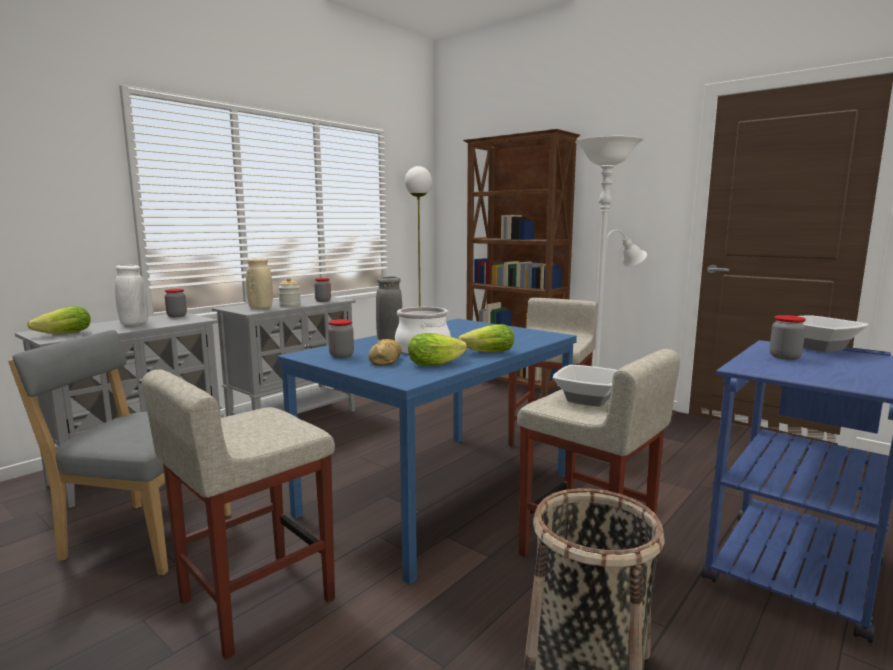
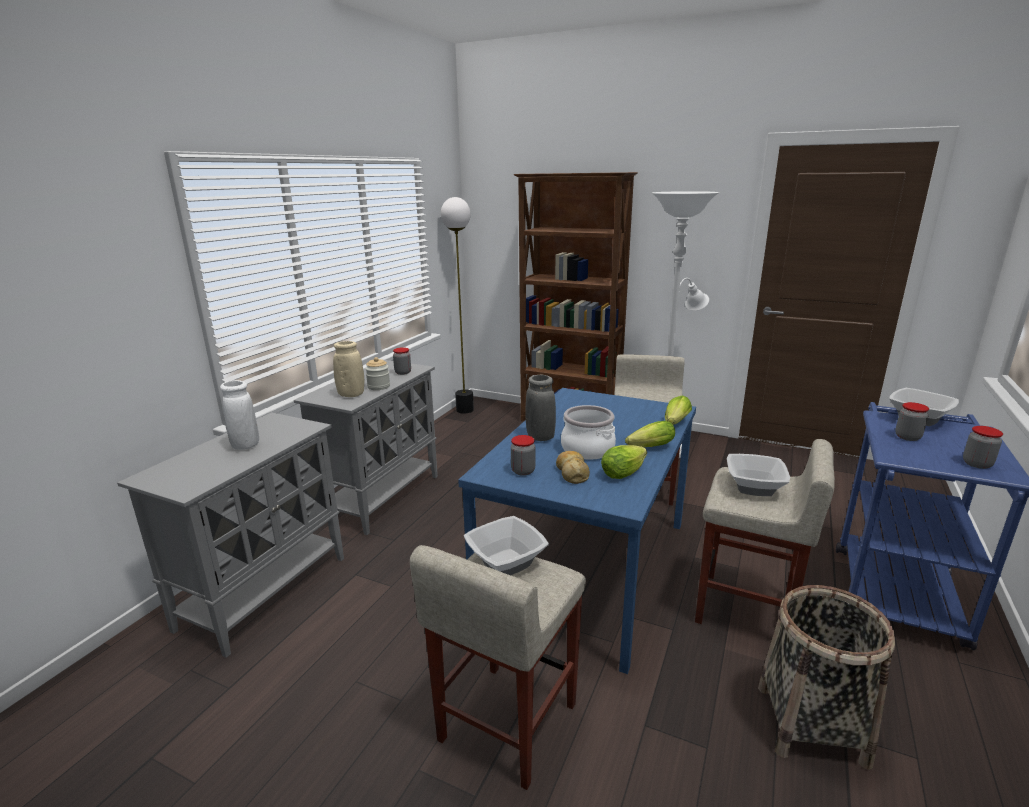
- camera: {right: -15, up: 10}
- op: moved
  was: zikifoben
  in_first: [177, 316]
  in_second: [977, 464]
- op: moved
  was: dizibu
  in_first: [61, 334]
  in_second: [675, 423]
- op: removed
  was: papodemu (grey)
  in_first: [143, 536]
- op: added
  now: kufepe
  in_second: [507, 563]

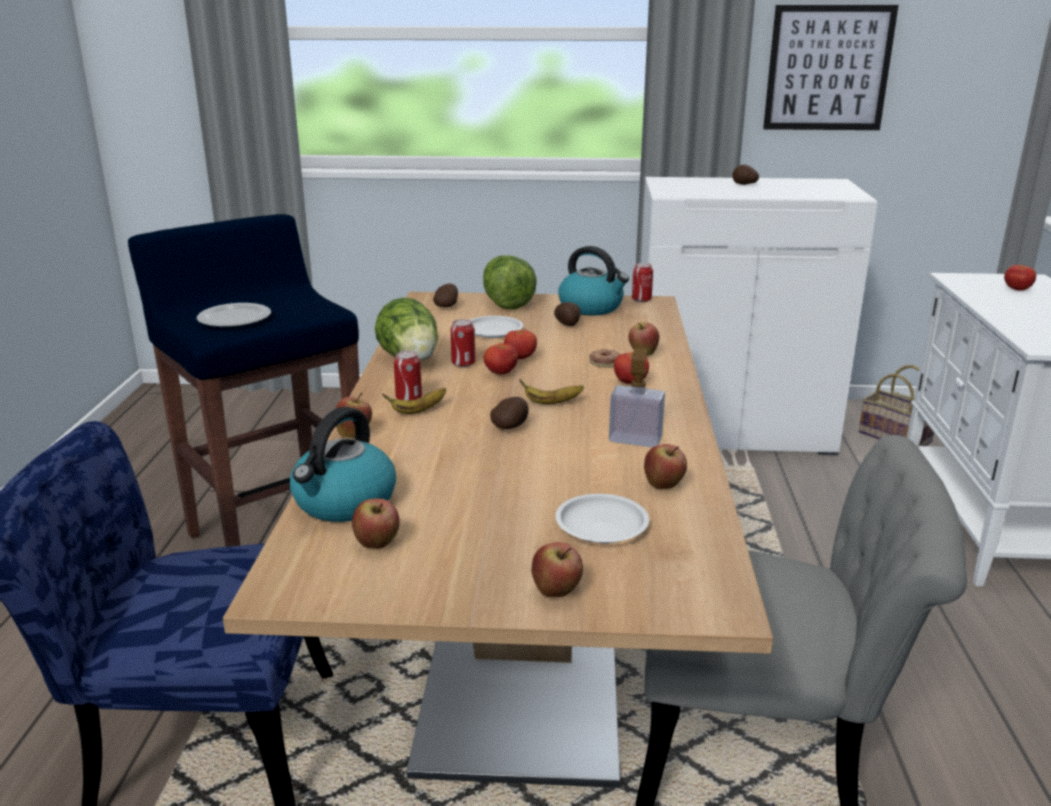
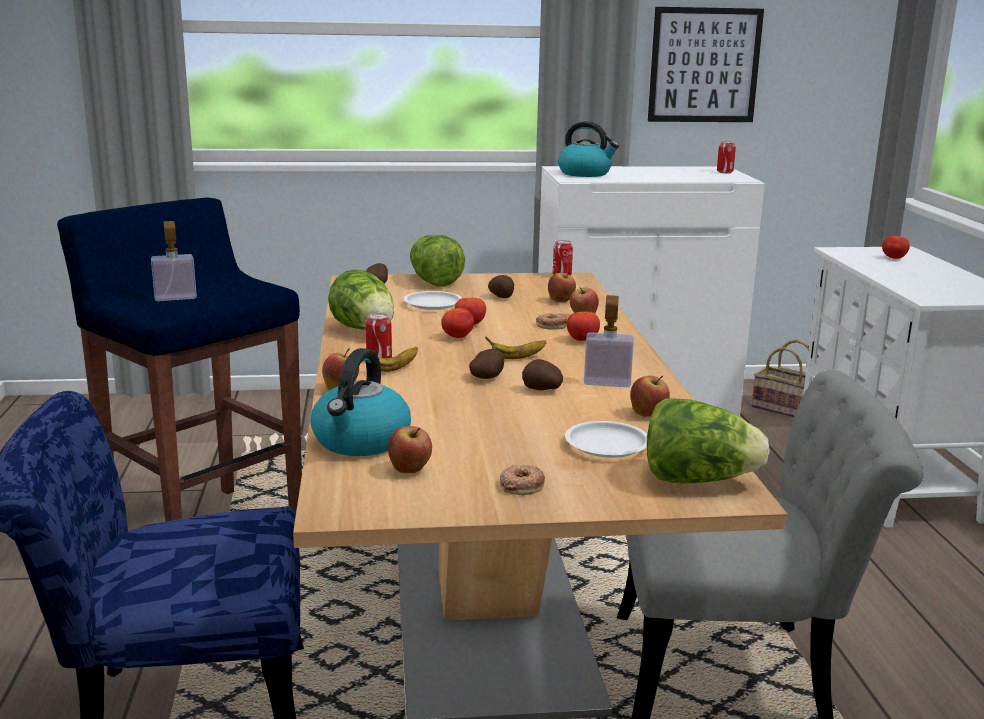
- camera: {right: -10, up: -5}
- op: moved
  was: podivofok
  in_first: [744, 184]
  in_second: [542, 389]
- op: moved
  was: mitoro
  in_first: [592, 307]
  in_second: [585, 173]
- op: replaced
  was: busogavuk
  now: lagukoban
  in_first: [233, 319]
  in_second: [175, 297]
- op: moved
  was: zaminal
  in_first: [463, 363]
  in_second: [724, 172]
- op: moved
  was: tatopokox
  in_first: [556, 592]
  in_second: [561, 301]
- op: added
  now: dizibu
  in_second: [697, 480]
- op: added
  now: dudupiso
  in_second: [521, 485]

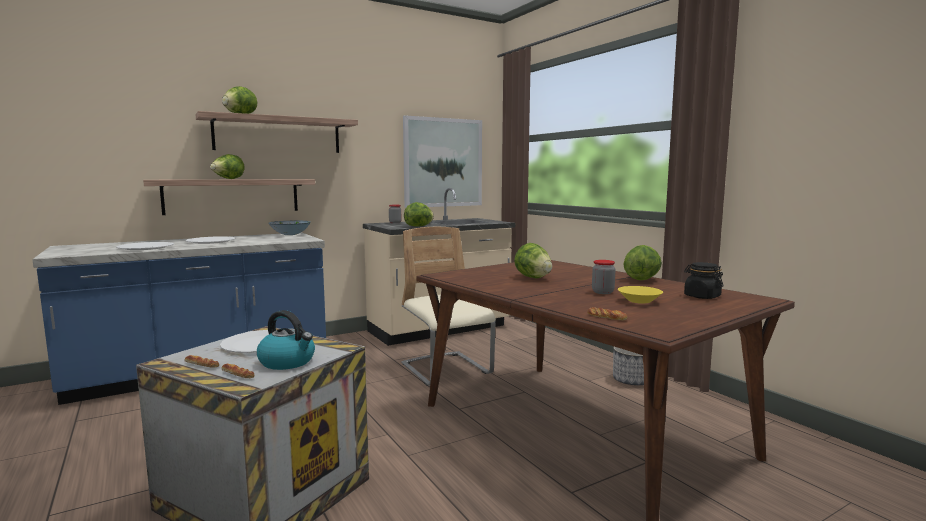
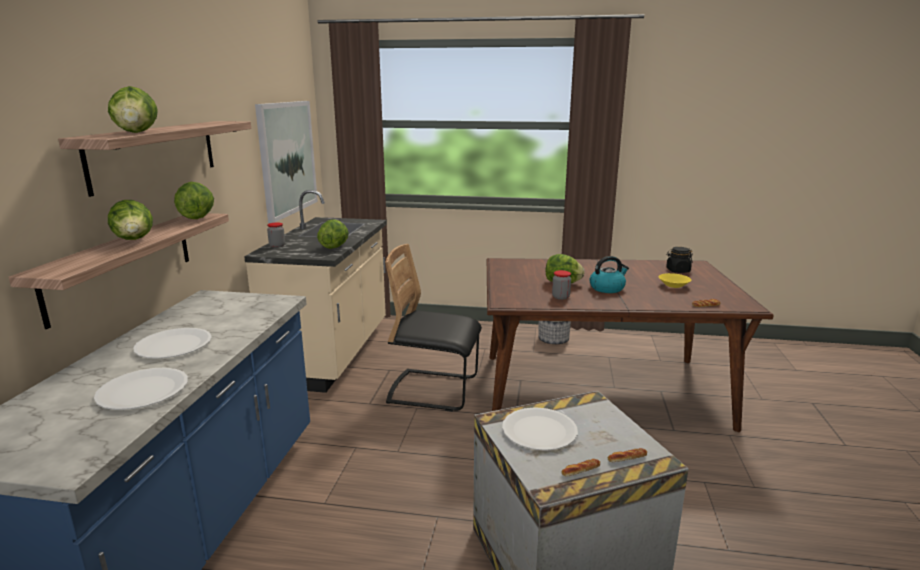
- camera: {right: -50, up: 10}
- op: removed
  was: kufepe
  in_first: [290, 234]
- op: recoloured
  was: papodemu (beige)
  now: papodemu (black)
  in_first: [446, 370]
  in_second: [433, 391]
- op: moved
  was: dizibu
  in_first: [641, 279]
  in_second: [197, 218]
- op: moved
  was: zikifoben
  in_first: [602, 292]
  in_second: [560, 297]
- op: moved
  was: mitoro
  in_first: [288, 362]
  in_second: [607, 288]

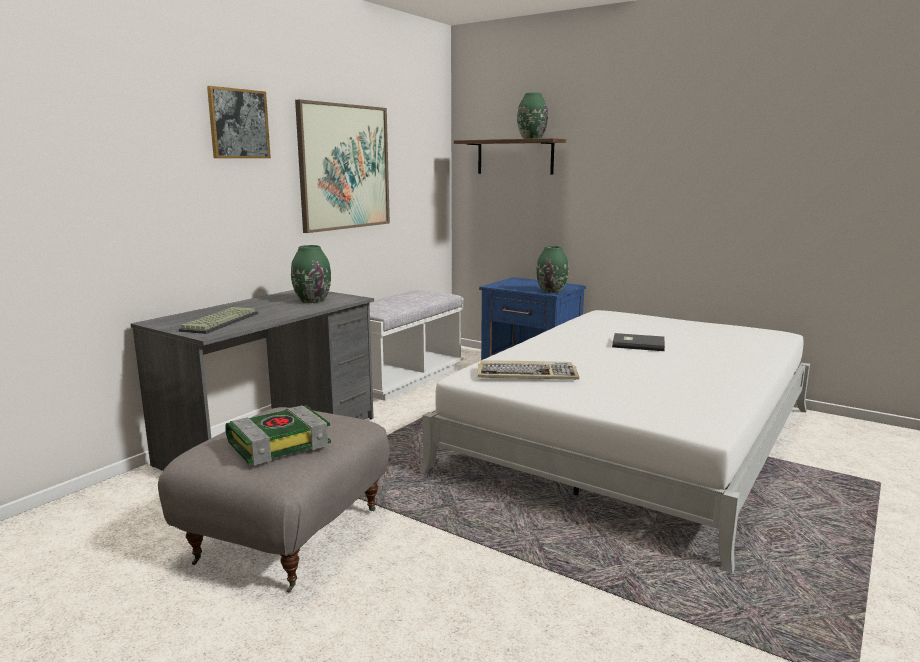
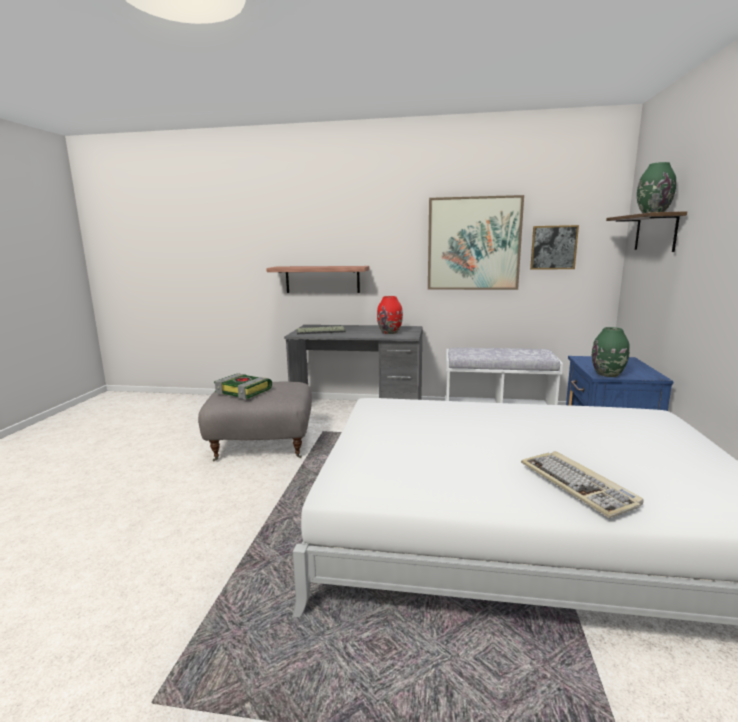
- camera: {right: 65, up: 0}
- op: moved
  was: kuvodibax
  in_first: [238, 124]
  in_second: [553, 247]
- op: recoloured
  was: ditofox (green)
  now: ditofox (red)
  in_first: [312, 300]
  in_second: [390, 332]
- op: removed
  was: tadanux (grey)
  in_first: [637, 344]
- op: moved
  was: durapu
  in_first: [527, 374]
  in_second: [578, 485]
- op: added
  now: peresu
  in_second: [322, 279]

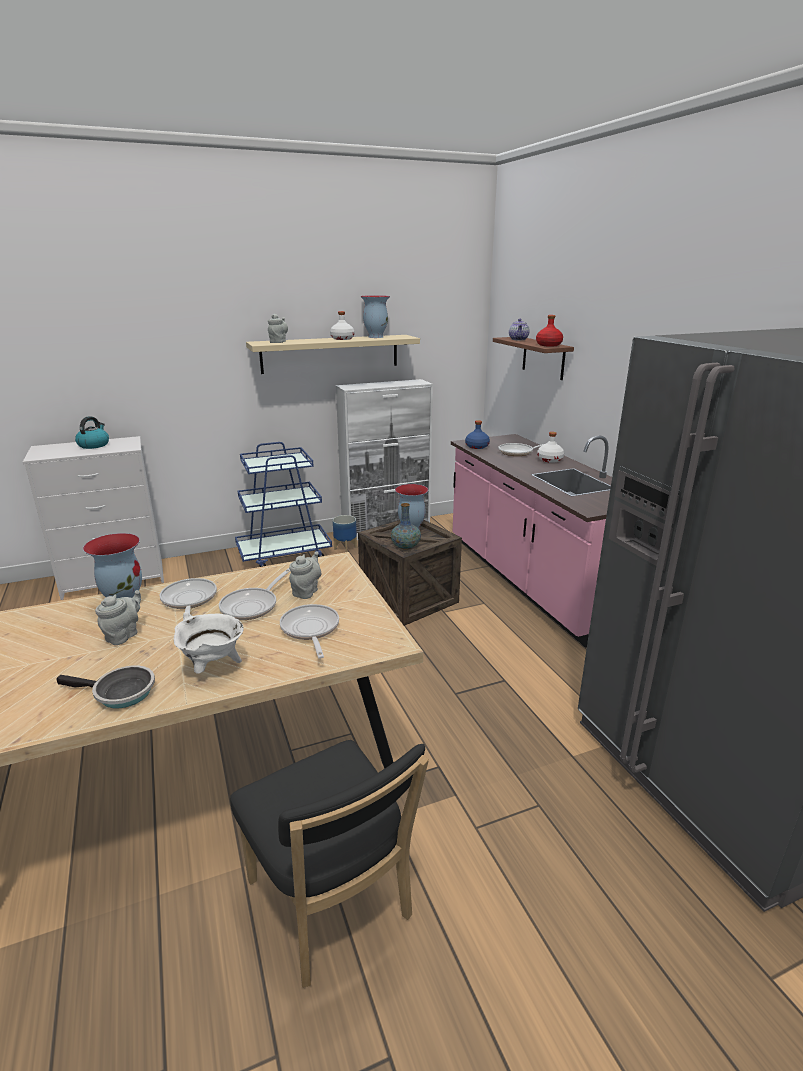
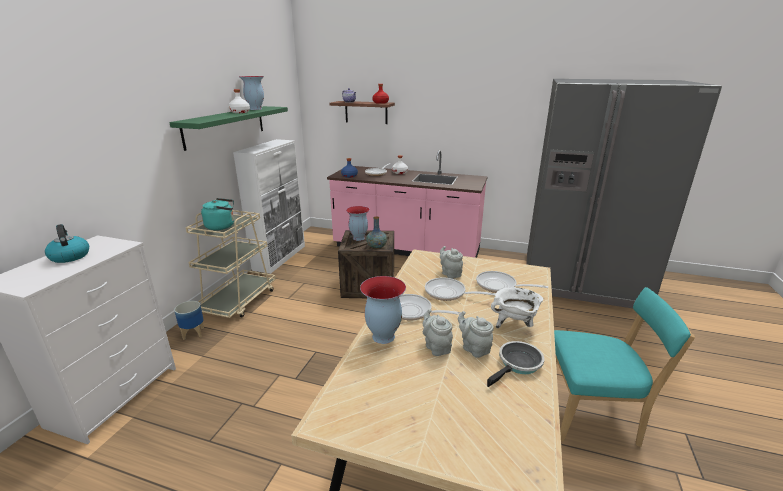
- camera: {right: -50, up: 0}
- op: moved
  was: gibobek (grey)
  in_first: [278, 342]
  in_second: [474, 348]
- op: recoloured
  was: peresu (beige)
  now: peresu (green)
  in_first: [330, 353]
  in_second: [225, 126]
- op: recoloured
  was: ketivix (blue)
  now: ketivix (beige)
  in_first: [284, 553]
  in_second: [238, 301]
- op: moved
  was: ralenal
  in_first: [345, 548]
  in_second: [193, 333]
- op: turned
  was: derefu
  in_first: [252, 606]
  in_second: [448, 293]
  clockwise: 135
- op: recoloured
  was: papodemu (black)
  now: papodemu (turquoise)
  in_first: [332, 905]
  in_second: [593, 416]
- op: added
  now: mitoro (turquoise)
  in_second: [222, 226]

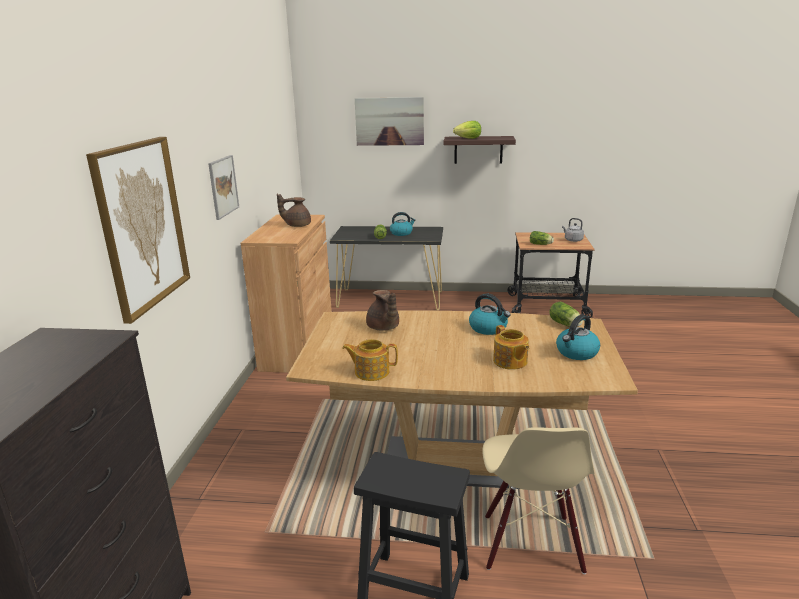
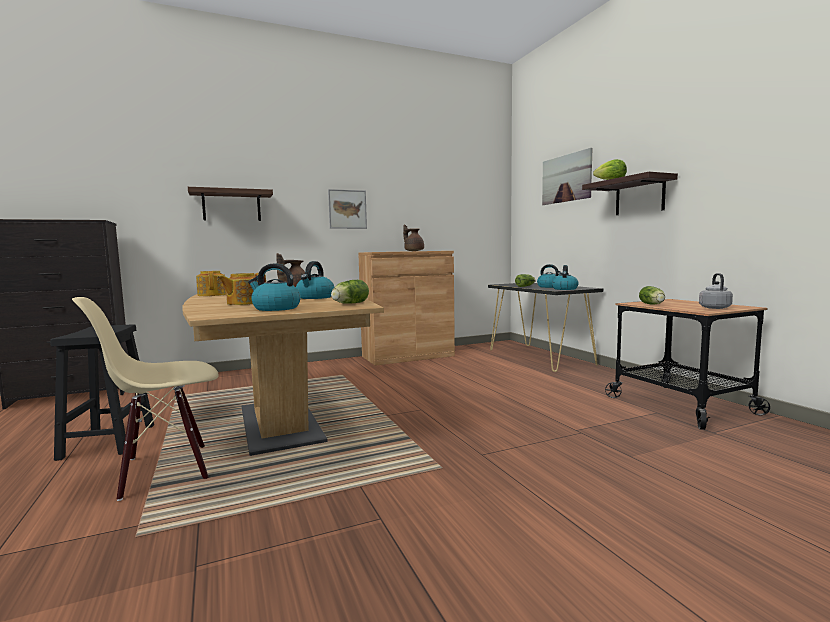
- camera: {right: 60, up: -15}
- op: replaced
  was: kuvodibax
  now: peresu
  in_first: [142, 225]
  in_second: [231, 206]
- op: added
  now: mitoro
  in_second: [564, 289]

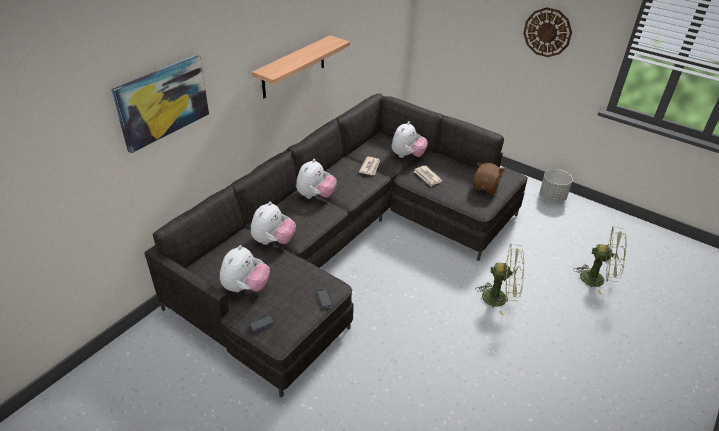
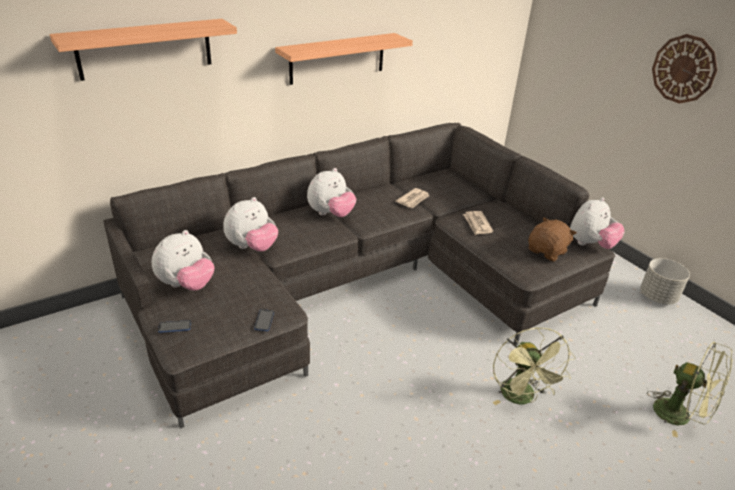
- camera: {right: 20, up: -5}
- op: replaced
  was: kuvodibax
  now: peresu
  in_first: [162, 102]
  in_second: [145, 49]
- op: moved
  was: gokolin
  in_first: [407, 156]
  in_second: [590, 244]
- op: turned
  was: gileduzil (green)
  in_first: [500, 298]
  in_second: [521, 398]
  clockwise: 45

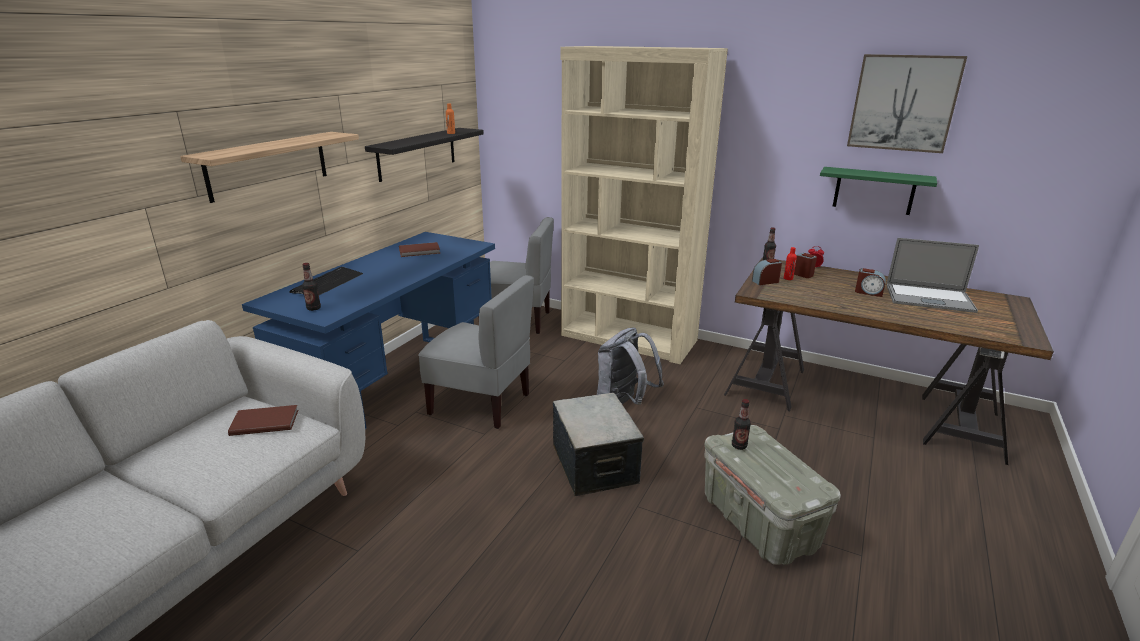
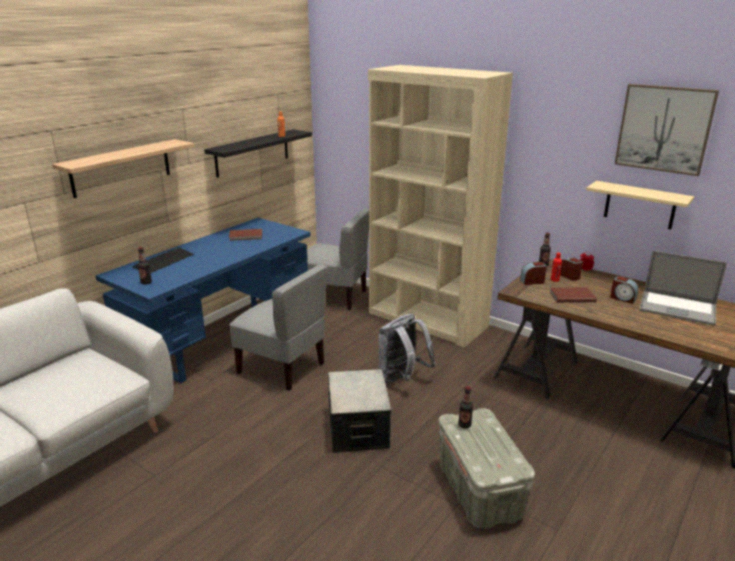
- camera: {right: 10, up: 0}
- op: recoloured
  was: peresu (green)
  now: peresu (beige)
  in_first: [874, 191]
  in_second: [640, 205]
- op: moved
  was: tadanux (brown)
  in_first: [264, 422]
  in_second: [571, 296]

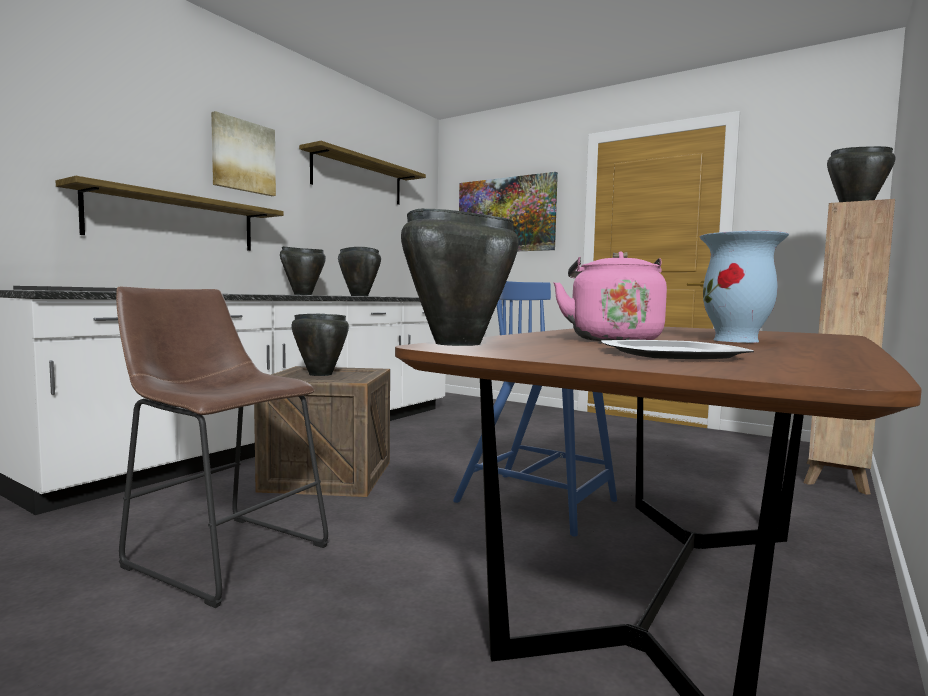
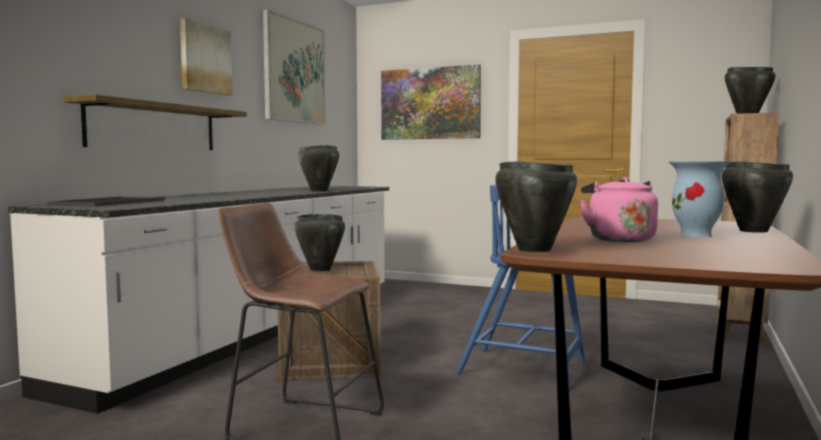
- camera: {right: -10, up: 0}
- op: replaced
  was: peresu
  now: kuvodibax
  in_first: [358, 179]
  in_second: [294, 71]
- op: moved
  was: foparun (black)
  in_first: [302, 294]
  in_second: [752, 231]
- op: removed
  was: busogavuk
  in_first: [670, 354]

